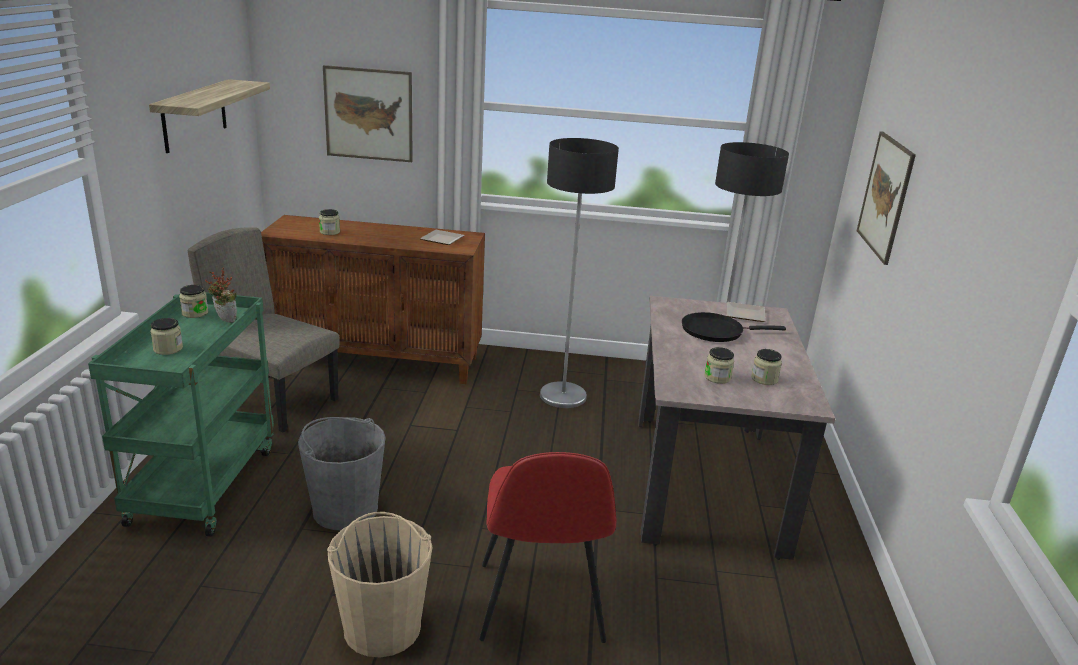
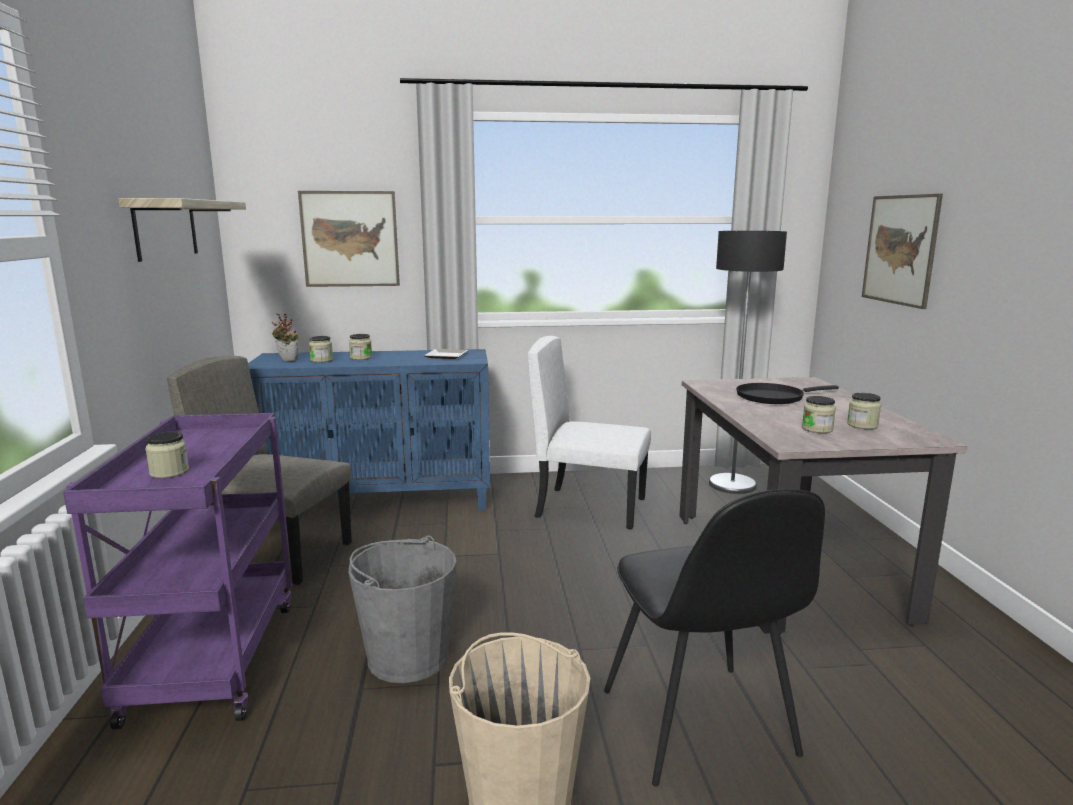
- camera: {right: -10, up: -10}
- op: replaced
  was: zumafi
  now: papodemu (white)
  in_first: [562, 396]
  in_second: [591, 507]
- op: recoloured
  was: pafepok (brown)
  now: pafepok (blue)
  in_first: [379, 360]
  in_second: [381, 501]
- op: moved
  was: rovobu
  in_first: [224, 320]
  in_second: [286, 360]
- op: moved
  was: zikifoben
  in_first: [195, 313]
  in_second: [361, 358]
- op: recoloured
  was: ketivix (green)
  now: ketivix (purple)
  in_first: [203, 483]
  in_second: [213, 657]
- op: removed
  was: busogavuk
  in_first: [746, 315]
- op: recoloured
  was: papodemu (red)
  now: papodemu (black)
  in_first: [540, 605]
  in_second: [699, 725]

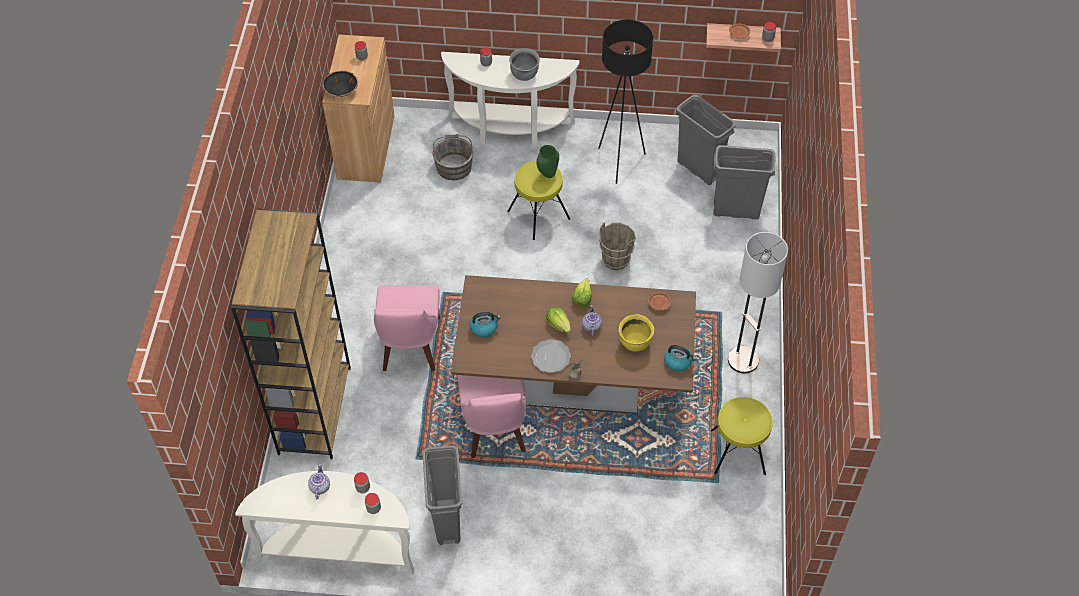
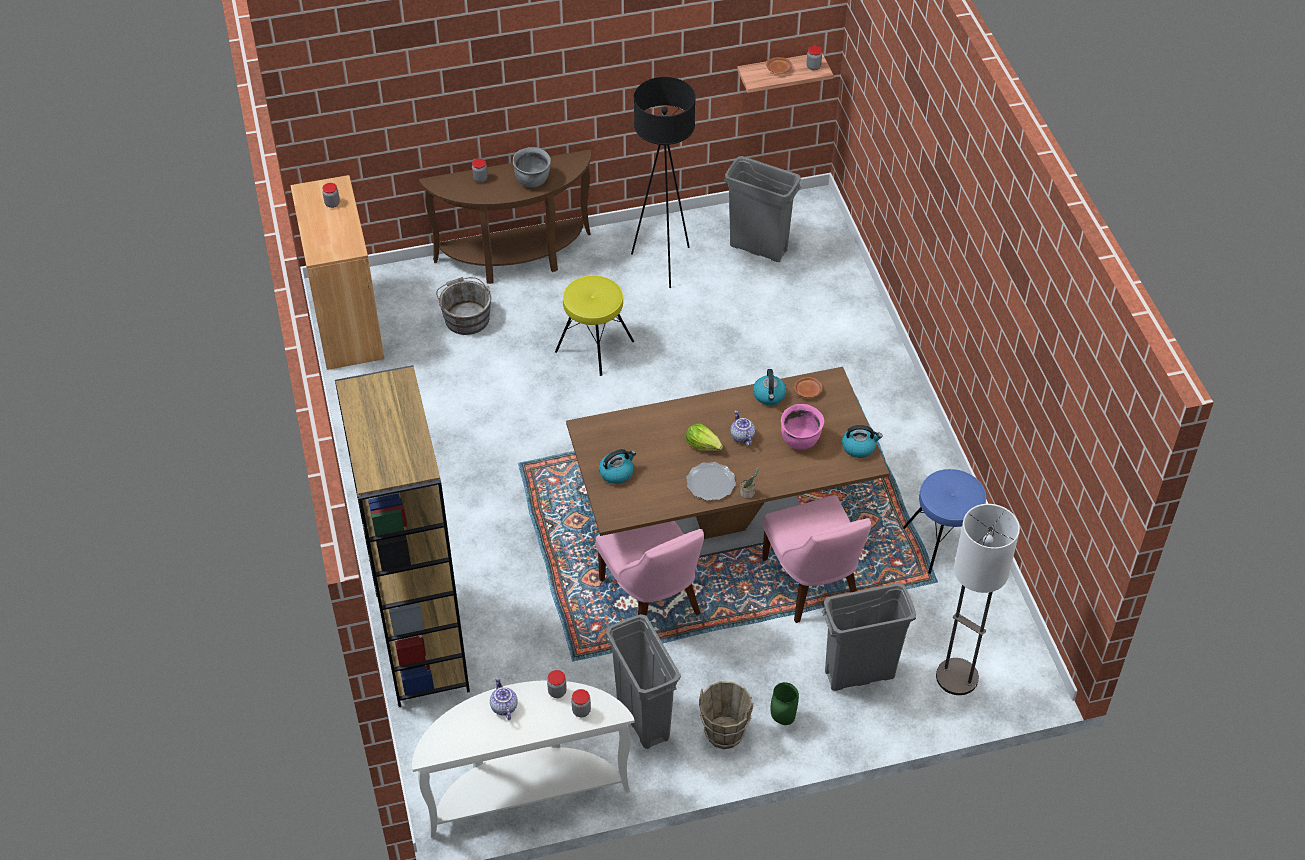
- camera: {right: -20, up: -5}
- op: recoloured
  was: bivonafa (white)
  now: bivonafa (brown)
  in_first: [510, 130]
  in_second: [516, 260]
- op: removed
  was: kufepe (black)
  in_first: [341, 91]
- op: moved
  was: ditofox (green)
  in_first: [548, 175]
  in_second: [783, 720]
- op: moved
  was: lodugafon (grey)
  in_first: [735, 211]
  in_second: [859, 674]
- op: moved
  was: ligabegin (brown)
  in_first: [616, 260]
  in_second: [724, 733]
- op: moved
  was: zumafi
  in_first: [743, 360]
  in_second: [957, 677]
- op: removed
  was: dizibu
  in_first: [582, 298]
- op: moved
  was: papodemu (pink)
  in_first: [410, 347]
  in_second: [812, 585]
- op: recoloured
  was: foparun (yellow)
  now: foparun (pink)
  in_first: [635, 343]
  in_second: [800, 440]
- op: recoloured
  was: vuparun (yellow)
  now: vuparun (blue)
  in_first: [738, 452]
  in_second: [944, 542]
- op: added
  now: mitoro
  in_second: [769, 395]

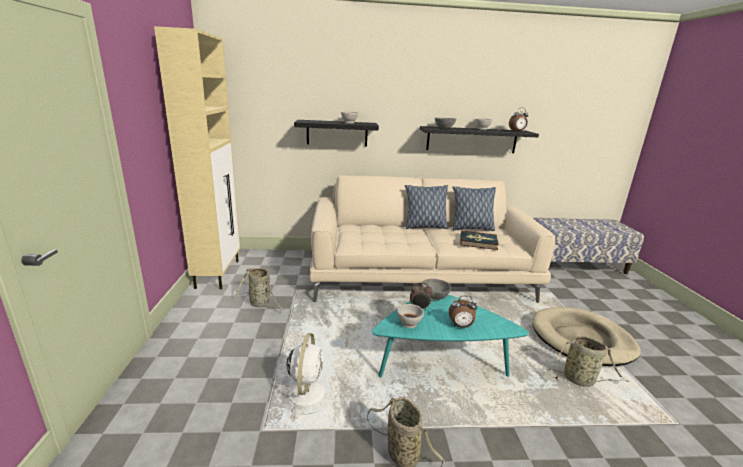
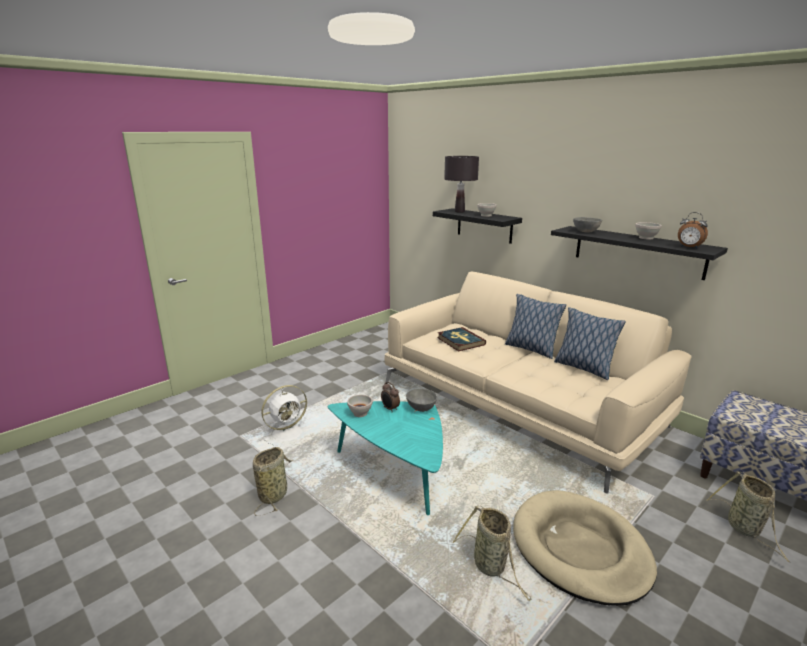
- camera: {right: 50, up: 0}
- op: removed
  was: pafepok (beige)
  in_first: [218, 273]
- op: moved
  was: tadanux
  in_first: [478, 242]
  in_second: [460, 341]
- op: moved
  was: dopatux
  in_first: [261, 304]
  in_second: [745, 529]
- op: removed
  was: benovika
  in_first: [461, 326]
- op: added
  now: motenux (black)
  in_second: [459, 211]

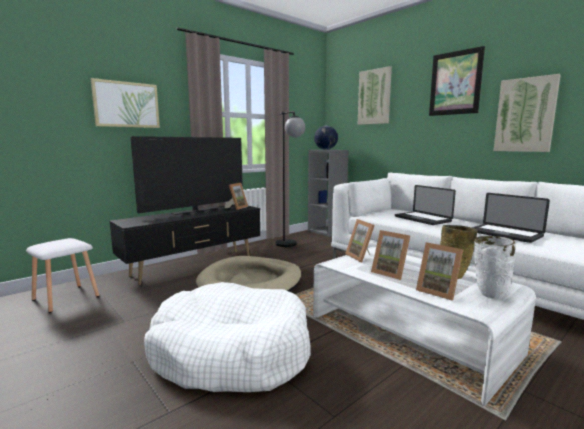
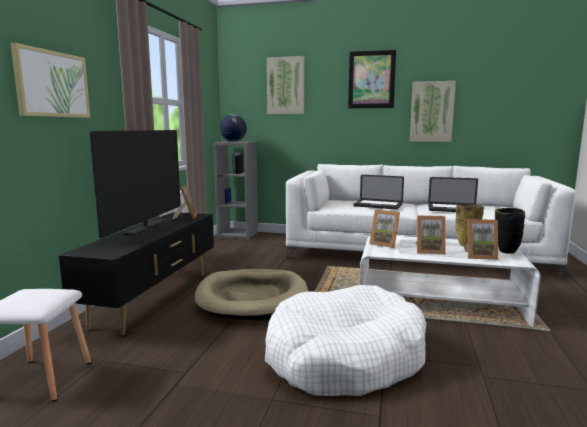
- camera: {right: -35, up: 0}
- op: removed
  was: zumafi (black)
  in_first: [289, 246]
- op: recoloured
  was: ditofox (white)
  now: ditofox (black)
  in_first: [488, 295]
  in_second: [505, 252]

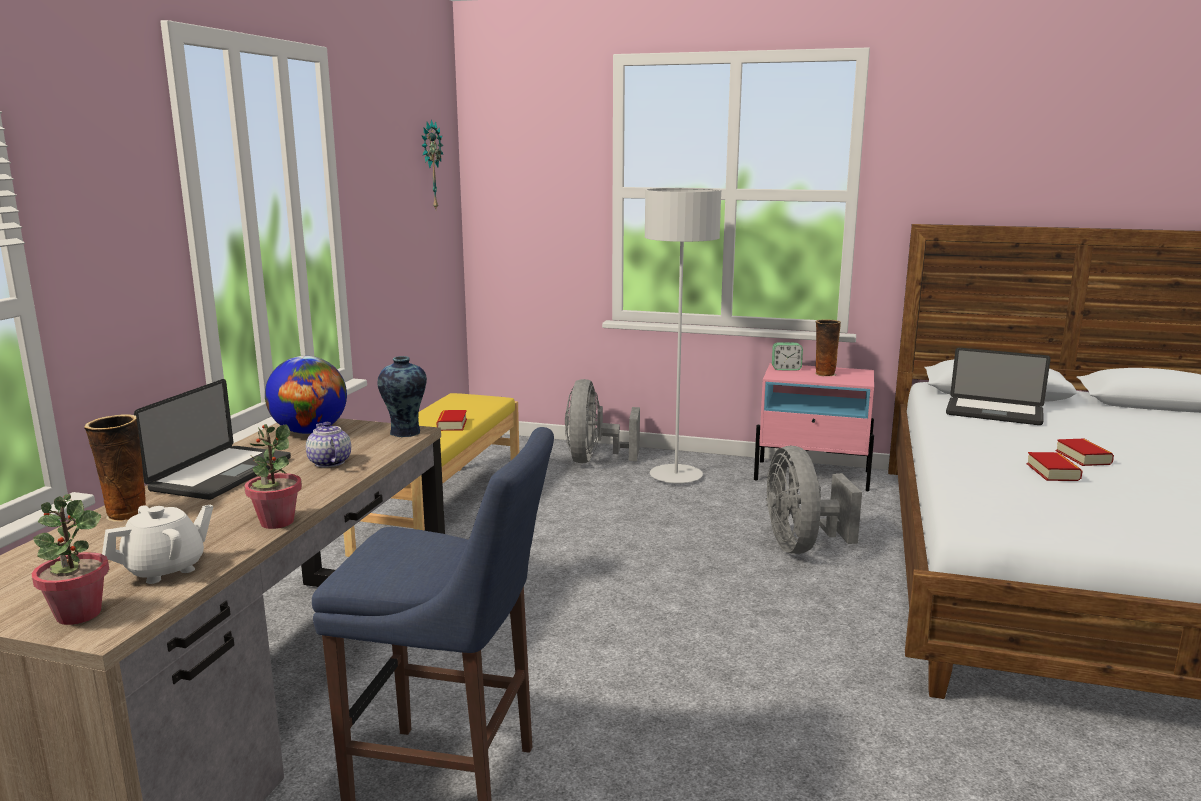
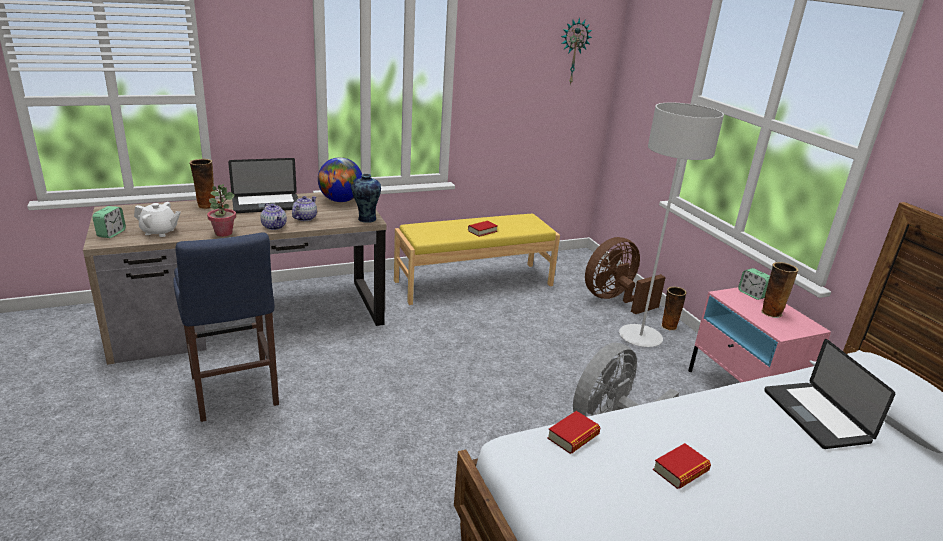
- camera: {right: 50, up: 10}
- op: recoloured
  was: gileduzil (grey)
  now: gileduzil (brown)
  in_first: [594, 460]
  in_second: [615, 300]
- op: moved
  was: tadanux
  in_first: [1083, 457]
  in_second: [573, 436]
- op: replaced
  was: rovobu
  now: benovika
  in_first: [78, 614]
  in_second: [111, 233]
- op: added
  now: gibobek
  in_second: [274, 226]
- op: added
  now: ditofox
  in_second: [668, 326]

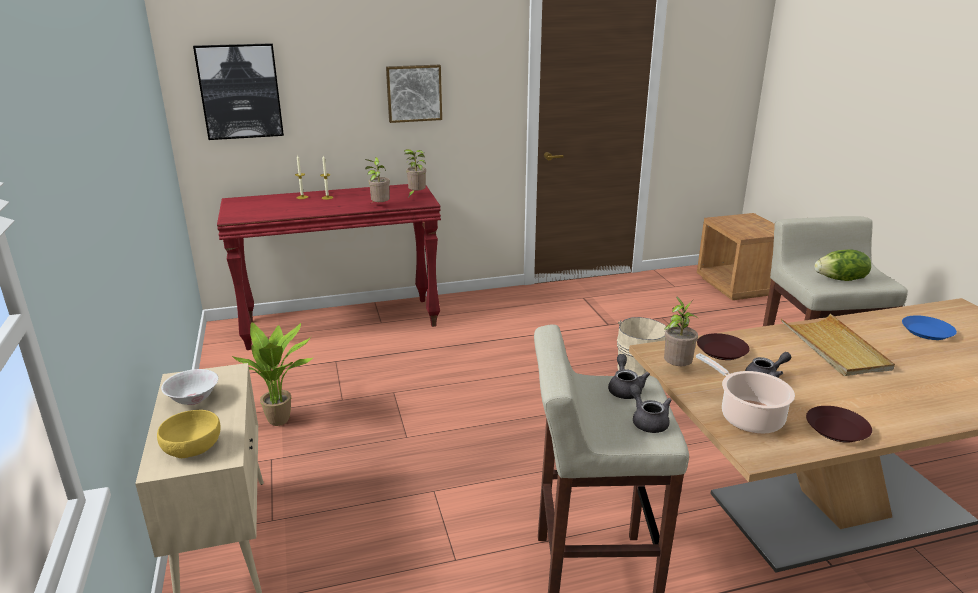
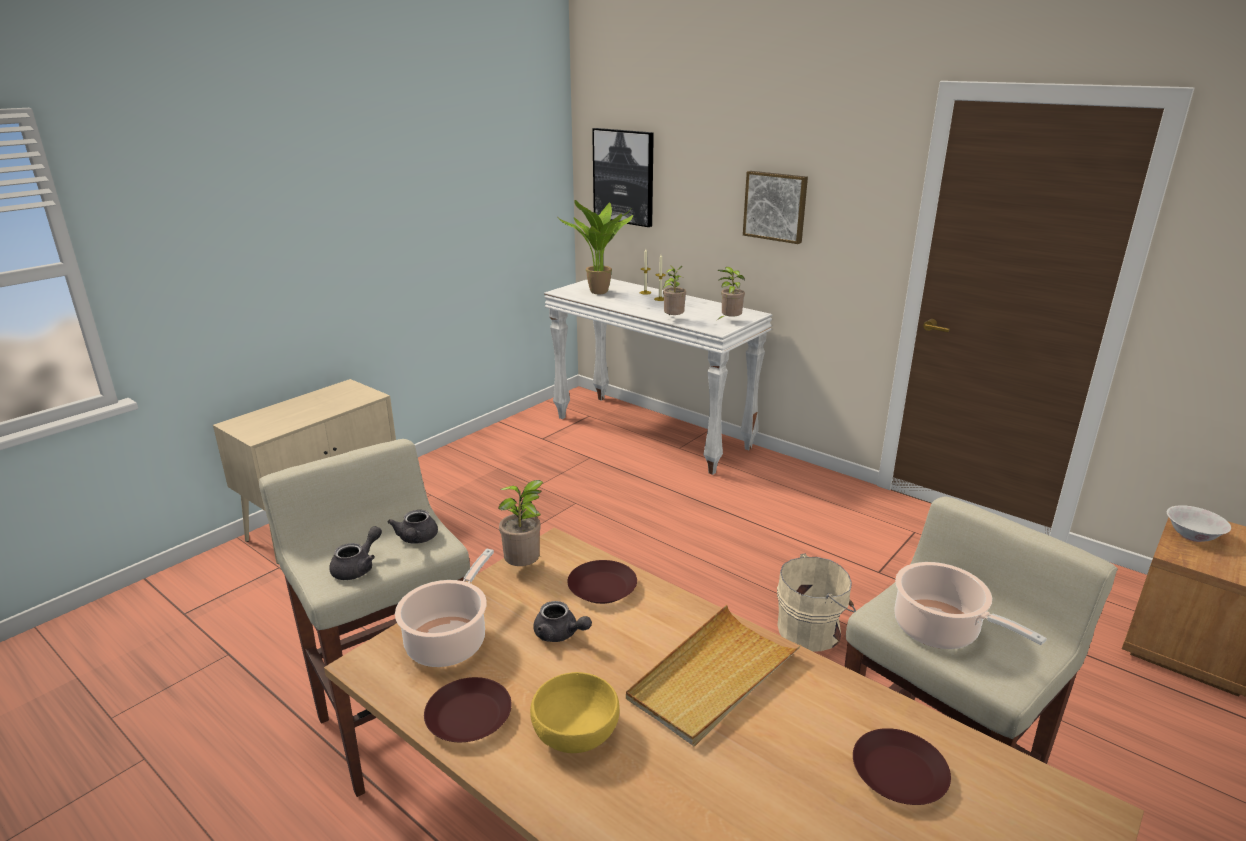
- camera: {right: 55, up: 0}
- op: recoloured
  was: bivonafa (red)
  now: bivonafa (white)
  in_first: [342, 322]
  in_second: [652, 432]
- op: replaced
  was: dizibu
  now: foparun
  in_first: [841, 279]
  in_second: [941, 631]
- op: recoloured
  was: busogavuk (blue)
  now: busogavuk (brown)
  in_first: [926, 331]
  in_second: [899, 773]
- op: moved
  was: rovobu
  in_first: [283, 421]
  in_second: [601, 293]
- op: turned
  was: gibobek (grey)
  in_first: [625, 389]
  in_second: [416, 539]
  clockwise: 120
- op: moved
  was: kufepe (white)
  in_first: [193, 399]
  in_second: [1192, 536]
- op: moved
  was: kufepe (yellow)
  in_first: [193, 447]
  in_second: [577, 732]

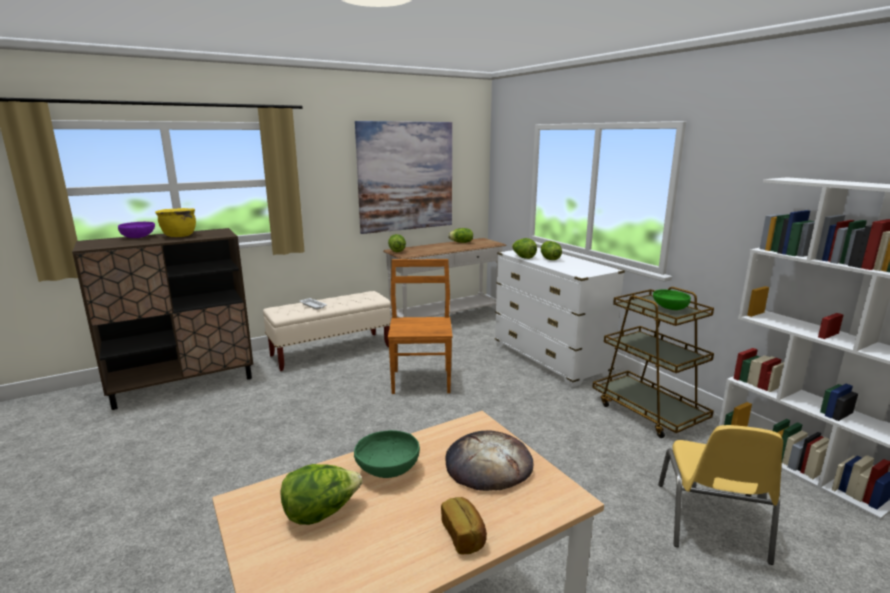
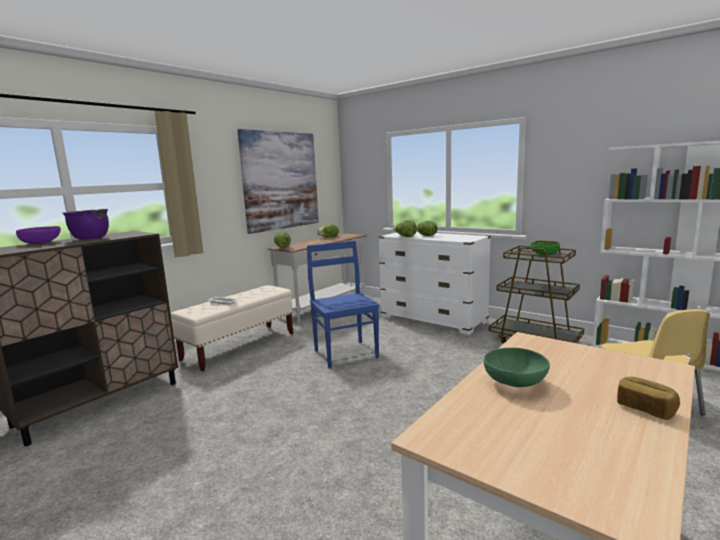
- camera: {right: -20, up: -5}
- op: recoloured
  was: foparun (yellow)
  now: foparun (purple)
  in_first: [179, 236]
  in_second: [90, 238]
- op: recoloured
  was: papodemu (brown)
  now: papodemu (blue)
  in_first: [421, 380]
  in_second: [345, 353]
- op: removed
  was: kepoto
  in_first: [488, 465]
- op: removed
  was: dizibu
  in_first: [321, 513]

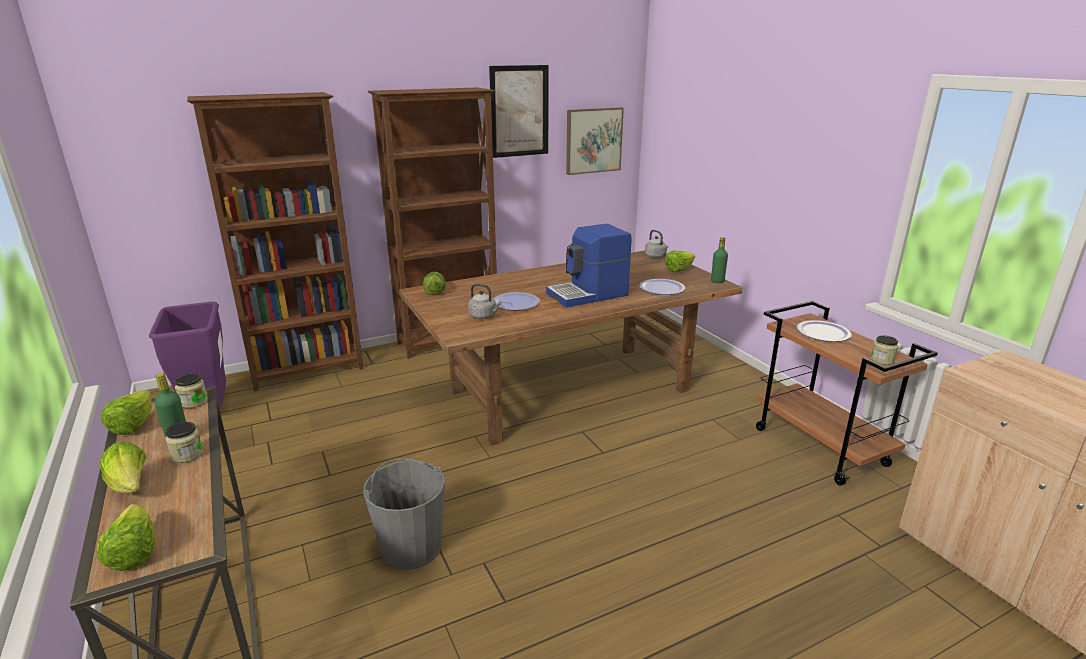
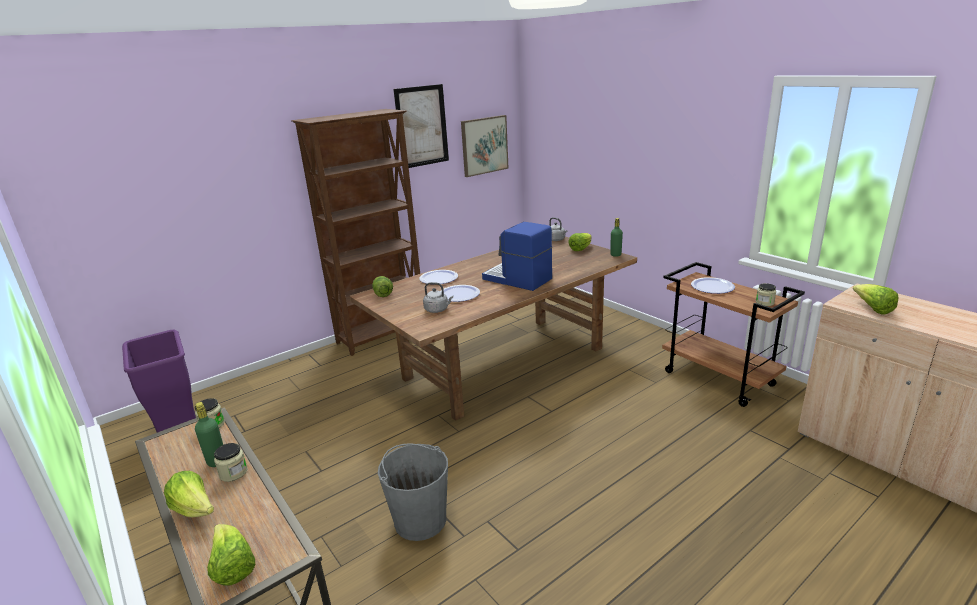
- camera: {right: -10, up: 0}
- op: removed
  was: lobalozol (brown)
  in_first: [308, 371]
- op: turned
  was: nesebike
  in_first: [588, 295]
  in_second: [517, 279]
  clockwise: 75
- op: moved
  was: busogavuk
  in_first: [661, 288]
  in_second: [438, 278]
- op: moved
  was: dizibu
  in_first: [134, 425]
  in_second: [873, 309]

